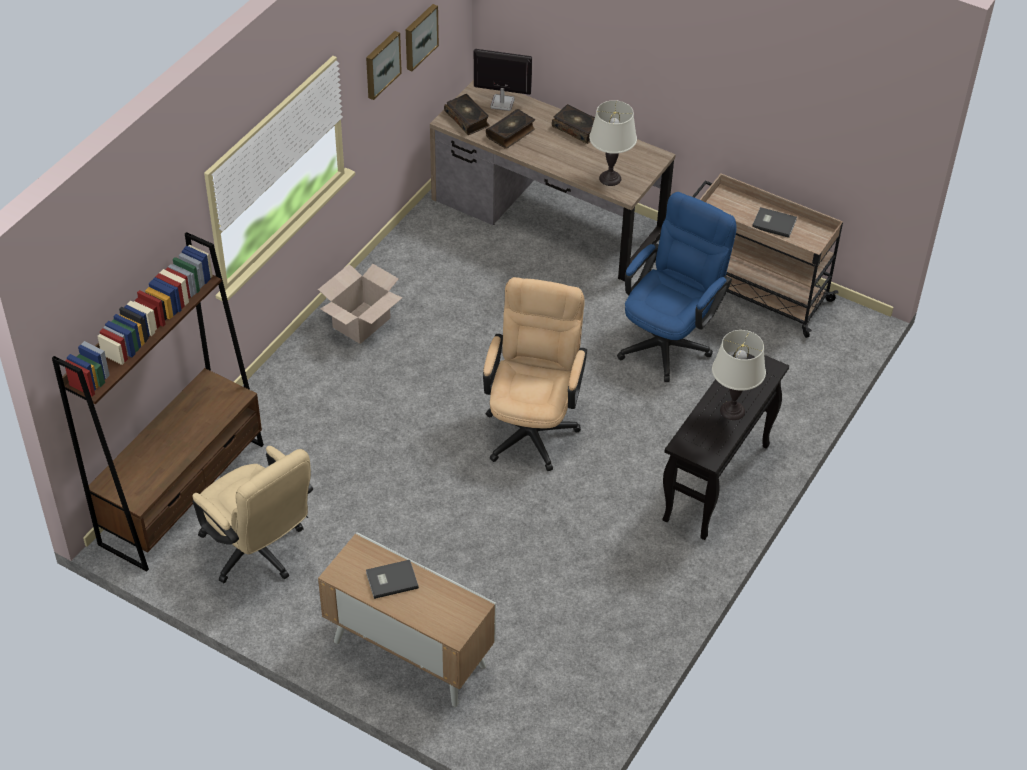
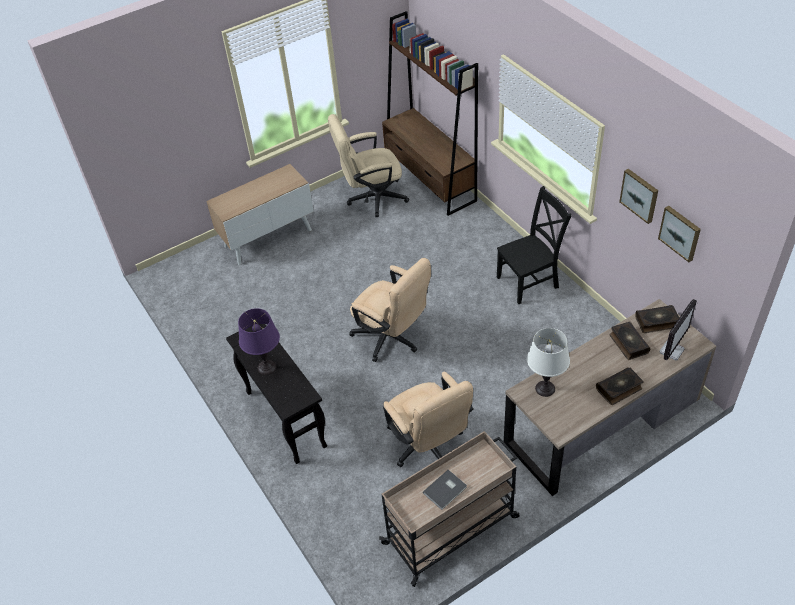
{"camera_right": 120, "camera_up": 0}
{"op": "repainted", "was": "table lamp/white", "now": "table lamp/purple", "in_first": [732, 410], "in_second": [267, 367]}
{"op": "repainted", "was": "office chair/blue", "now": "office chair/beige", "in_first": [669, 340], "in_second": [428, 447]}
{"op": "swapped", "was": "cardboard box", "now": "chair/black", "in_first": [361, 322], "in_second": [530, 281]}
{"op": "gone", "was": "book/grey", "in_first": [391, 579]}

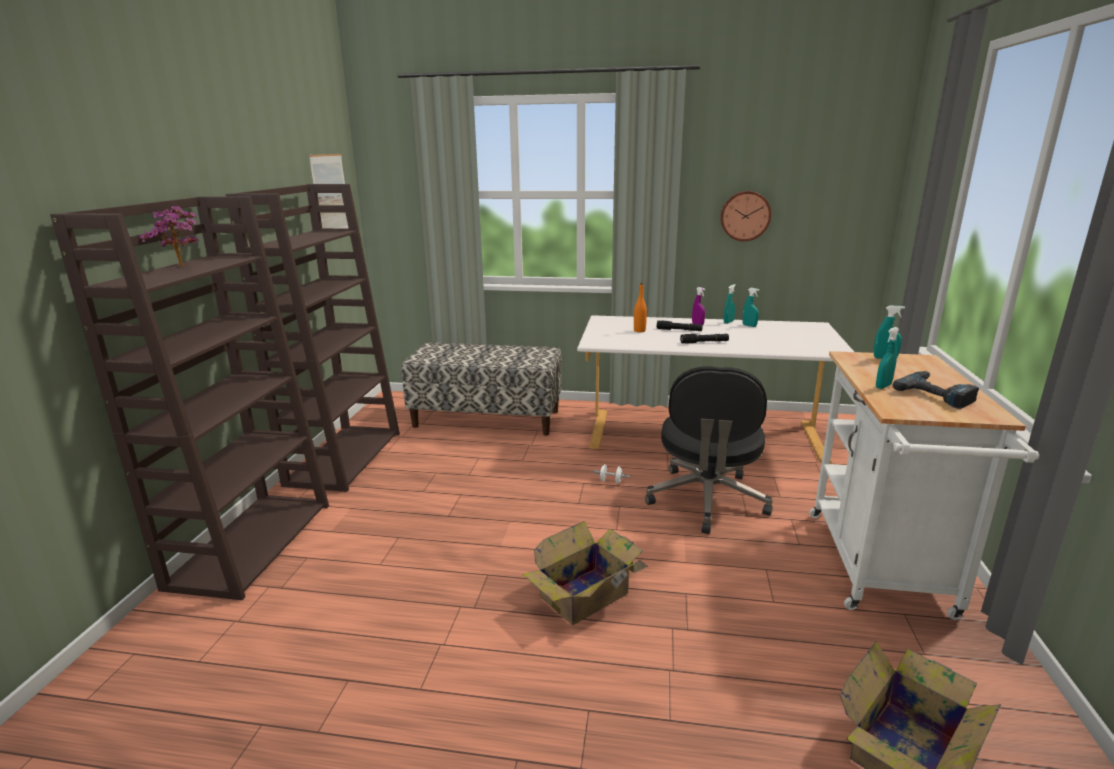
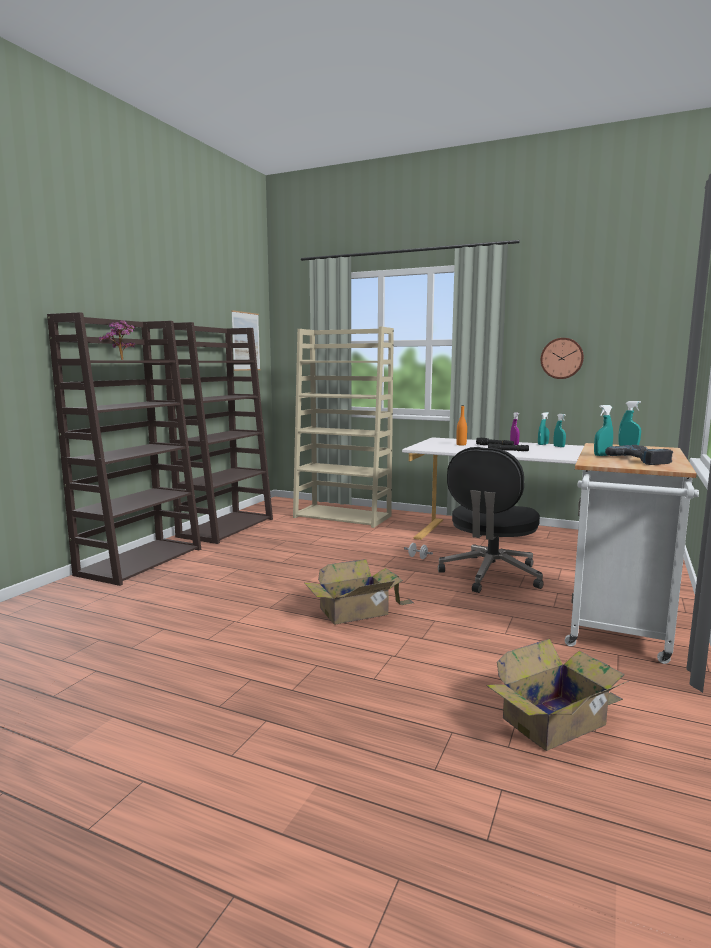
{"camera_right": 15, "camera_up": -10}
{"op": "swapped", "was": "bench", "now": "bookcase/beige", "in_first": [487, 418], "in_second": [343, 516]}

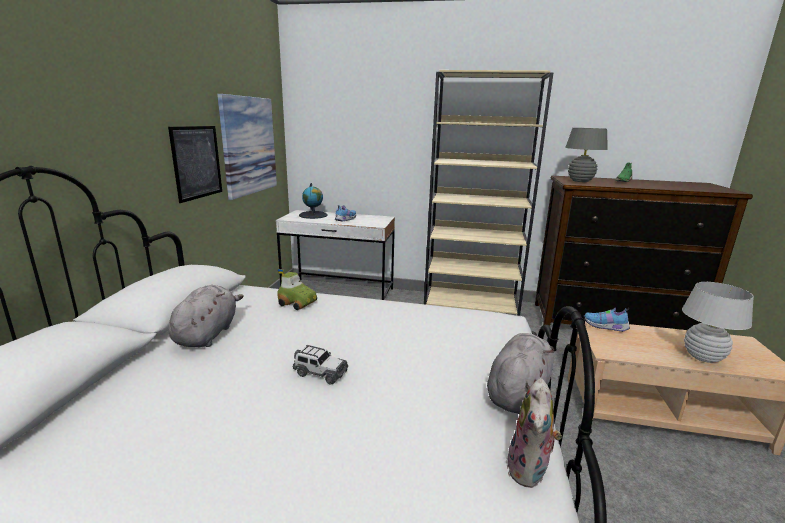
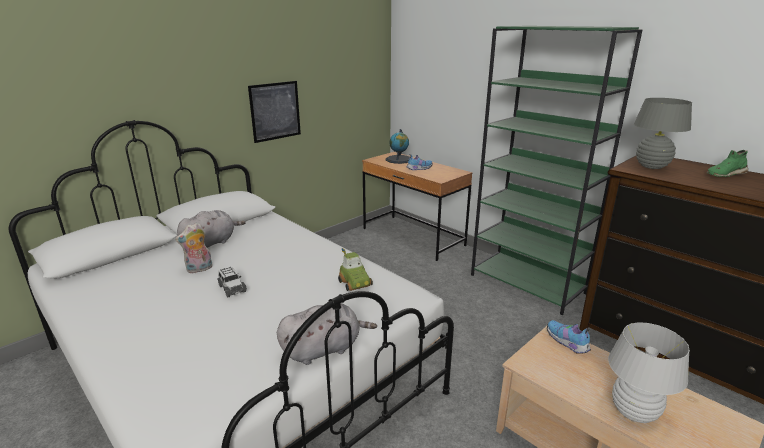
{"camera_right": 35, "camera_up": 5}
{"op": "shifted", "was": "plush toy", "in_first": [529, 471], "in_second": [199, 269]}
{"op": "shifted", "was": "toy car", "in_first": [298, 303], "in_second": [356, 283]}
{"op": "repainted", "was": "desk/white", "now": "desk/brown", "in_first": [338, 293], "in_second": [413, 237]}
{"op": "repainted", "was": "bookcase/beige", "now": "bookcase/green", "in_first": [471, 306], "in_second": [527, 284]}
{"op": "gone", "was": "picture", "in_first": [249, 145]}

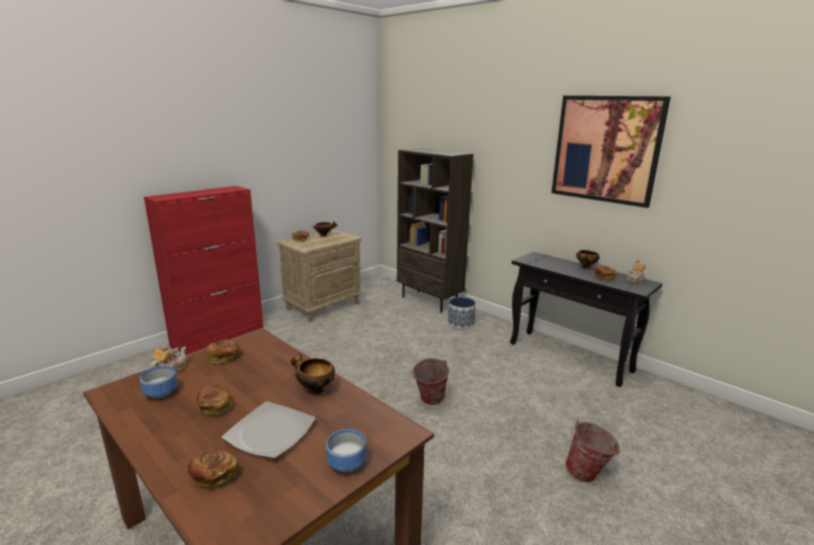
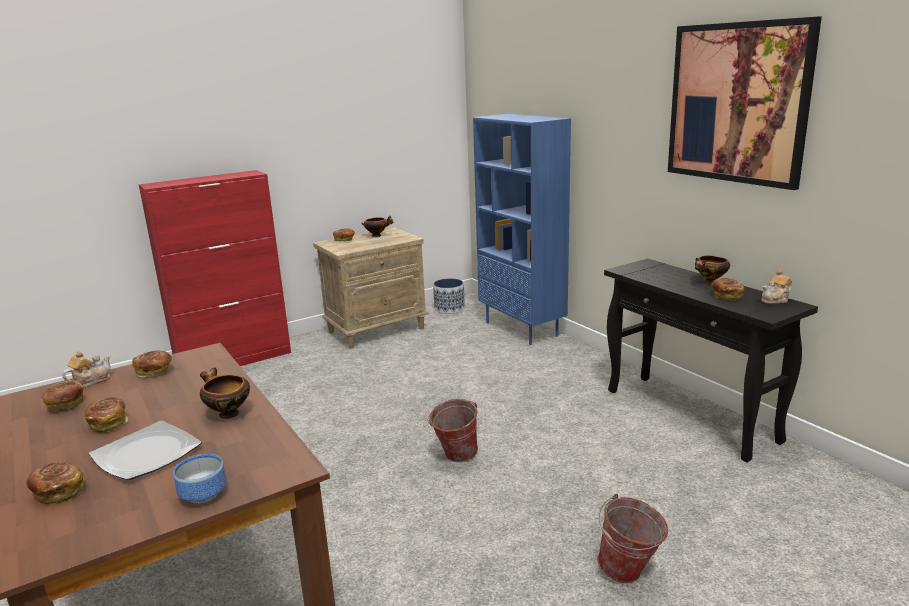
{"camera_right": 15, "camera_up": 0}
{"op": "swapped", "was": "bowl", "now": "bread", "in_first": [161, 393], "in_second": [65, 405]}
{"op": "shifted", "was": "planter", "in_first": [461, 323], "in_second": [449, 309]}
{"op": "repainted", "was": "bookcase/brown", "now": "bookcase/blue", "in_first": [430, 301], "in_second": [522, 329]}

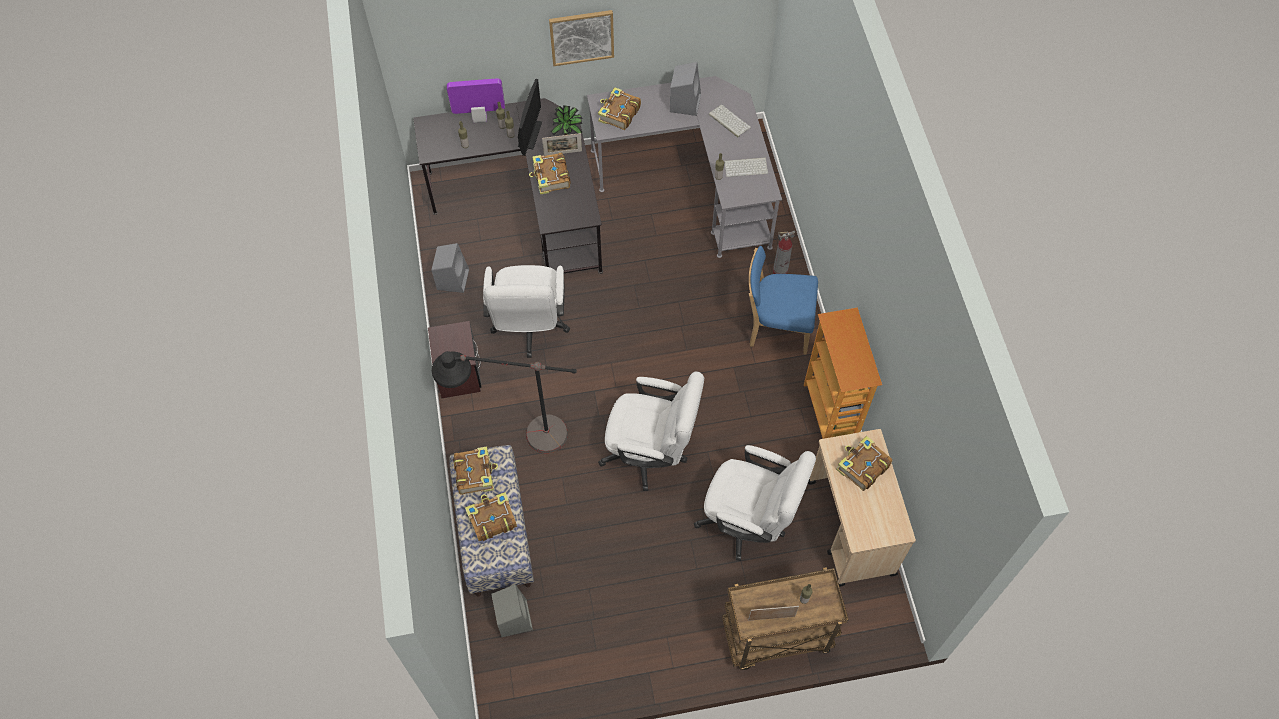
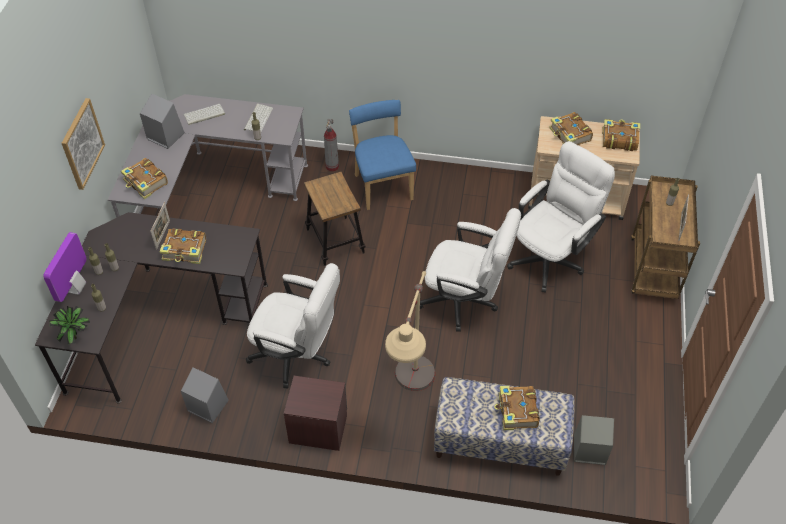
{"camera_right": -70, "camera_up": -10}
{"op": "shifted", "was": "potted plant", "in_first": [568, 134], "in_second": [75, 335]}
{"op": "new", "now": "stool", "in_second": [335, 241]}
{"op": "rotated", "was": "chair/blue", "in_first": [776, 327], "in_second": [382, 185], "clockwise": 135}
{"op": "repainted", "was": "floor lamp/black", "now": "floor lamp/beige", "in_first": [517, 439], "in_second": [410, 398]}
{"op": "rotated", "was": "office chair/white", "in_first": [651, 453], "in_second": [465, 302], "clockwise": 75}
{"op": "shifted", "was": "book", "in_first": [475, 473], "in_second": [619, 139]}
{"op": "gone", "was": "monitor", "in_first": [530, 134]}
{"op": "gone", "was": "bookcase", "in_first": [830, 413]}

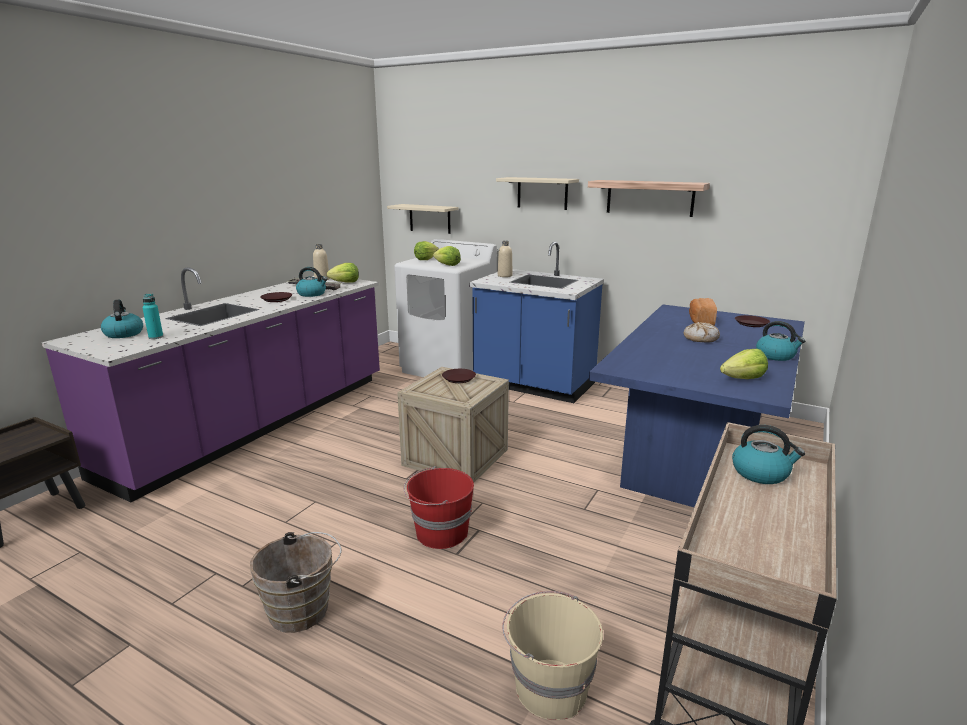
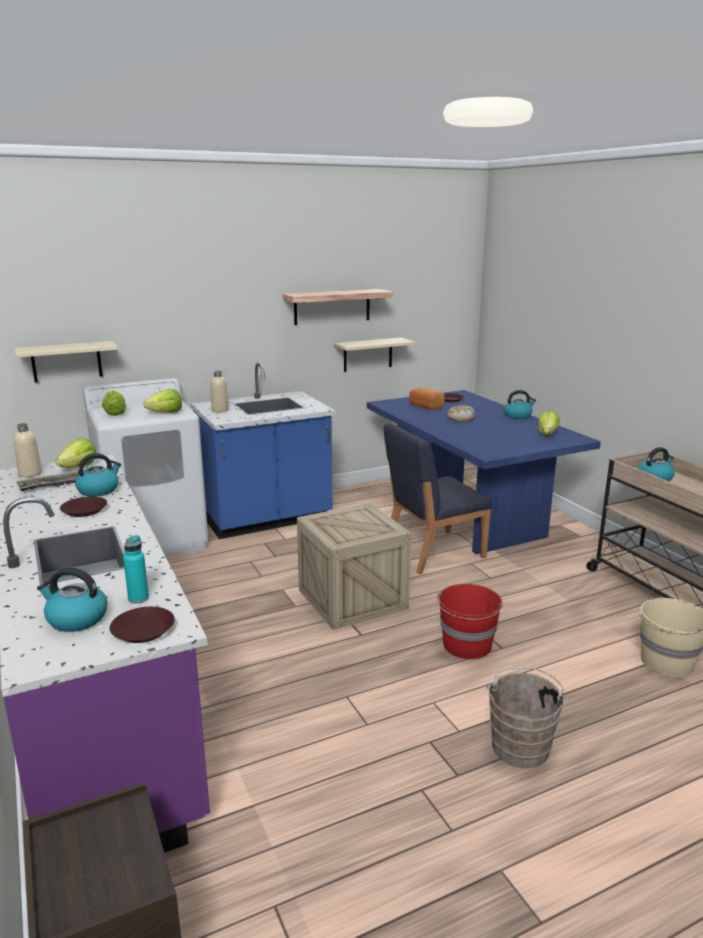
{"camera_right": -55, "camera_up": 0}
{"op": "shifted", "was": "plate/brown", "in_first": [459, 379], "in_second": [144, 630]}
{"op": "shifted", "was": "shelf/beige", "in_first": [542, 193], "in_second": [368, 354]}
{"op": "new", "now": "chair/blue", "in_second": [432, 551]}

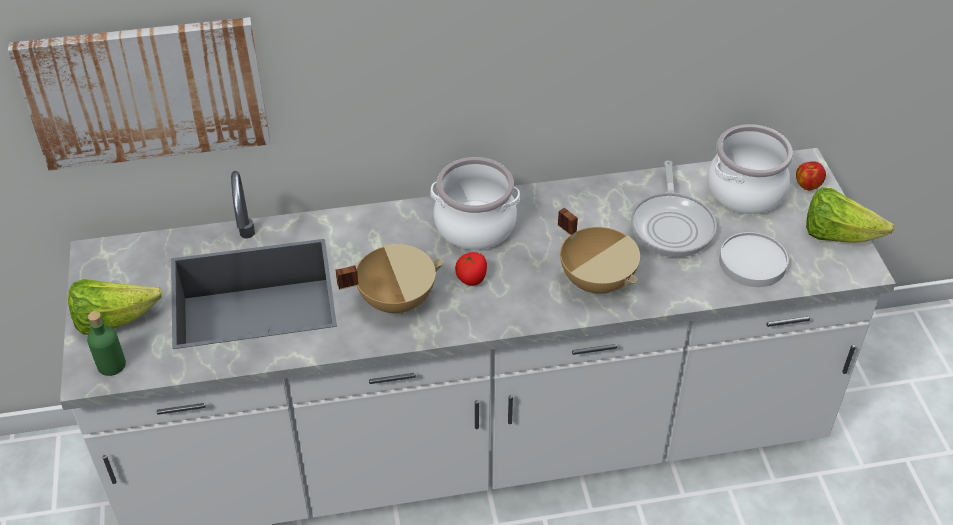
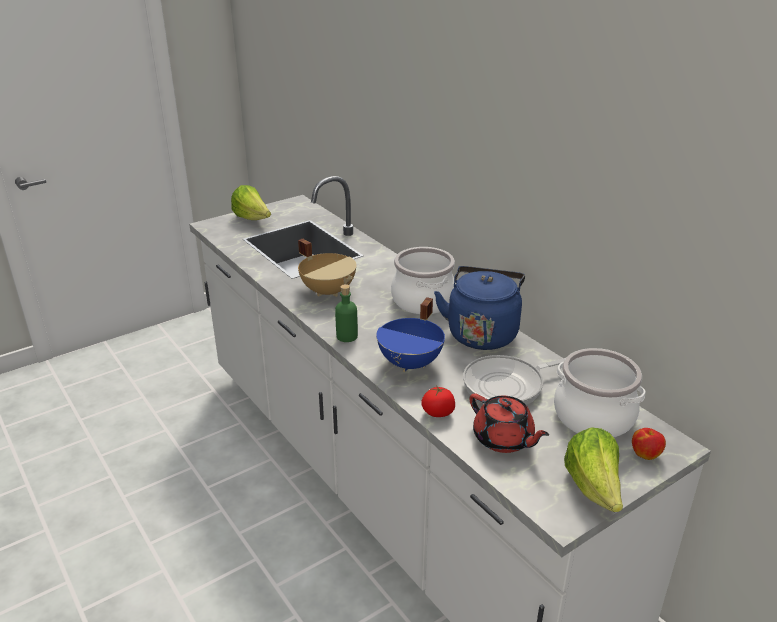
{"camera_right": 65, "camera_up": -15}
{"op": "shifted", "was": "bottle/green", "in_first": [111, 365], "in_second": [347, 336]}
{"op": "repainted", "was": "cooking pot/beige", "now": "cooking pot/blue", "in_first": [597, 280], "in_second": [411, 363]}
{"op": "shifted", "was": "tomato", "in_first": [471, 278], "in_second": [438, 412]}
{"op": "new", "now": "kettle/blue", "in_second": [482, 333]}
{"op": "swapped", "was": "plate/white", "now": "teapot/red", "in_first": [752, 262], "in_second": [504, 439]}
{"op": "gone", "was": "picture", "in_first": [146, 92]}

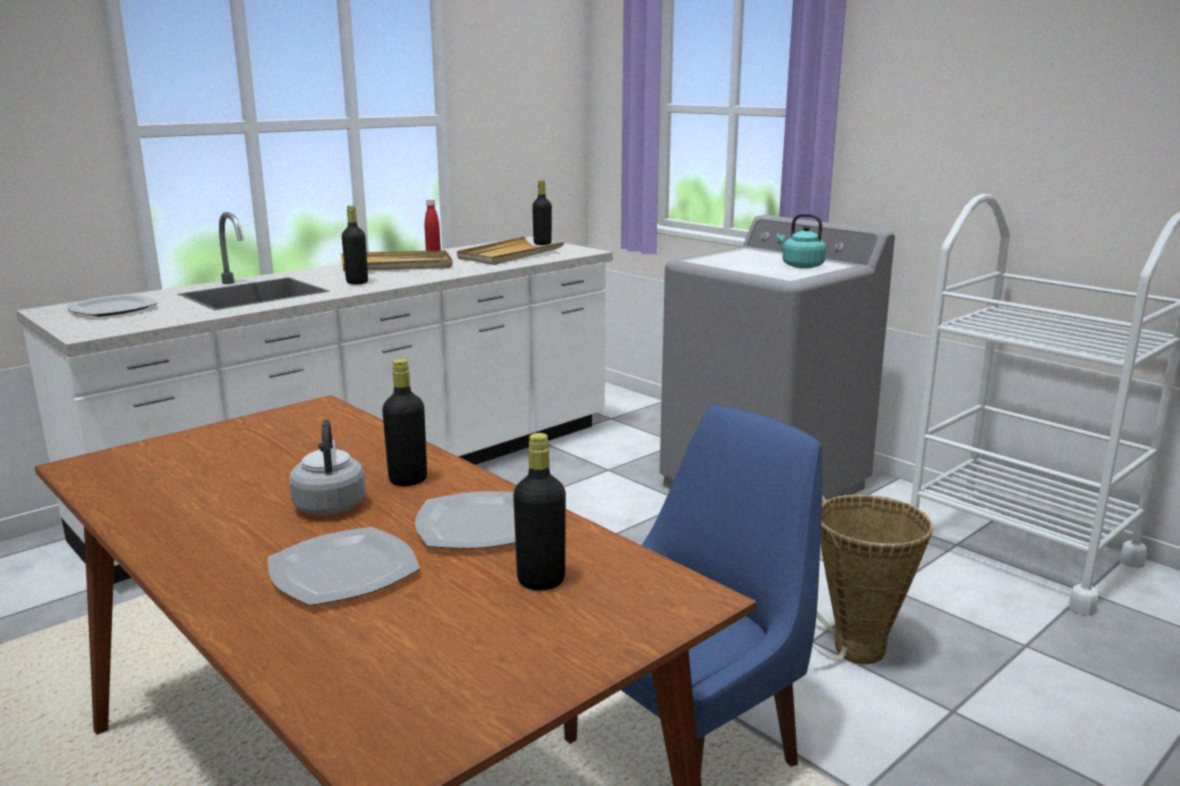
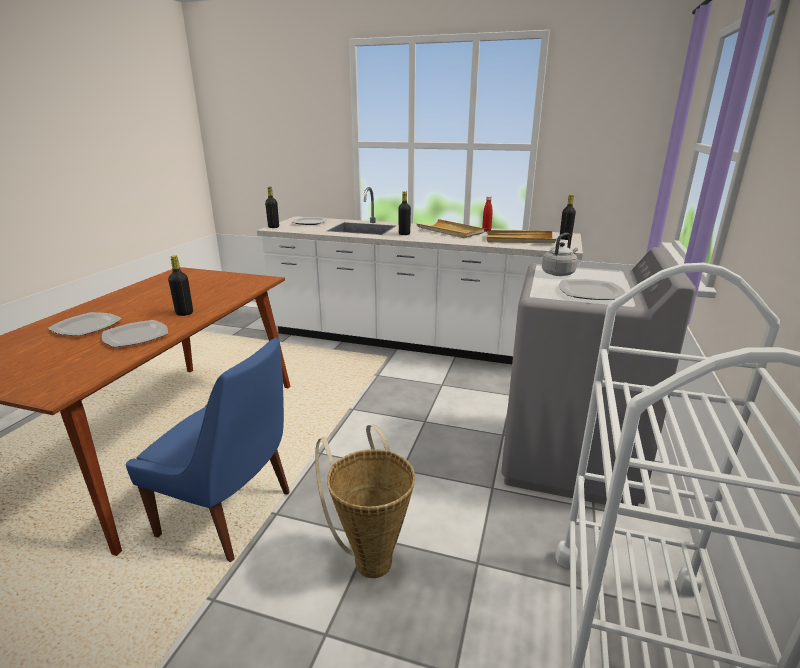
{"camera_right": 60, "camera_up": 5}
{"op": "shifted", "was": "bottle/black", "in_first": [541, 581], "in_second": [273, 227]}
{"op": "shifted", "was": "kettle/grey", "in_first": [330, 504], "in_second": [559, 273]}
{"op": "swapped", "was": "kettle/turquoise", "now": "plate", "in_first": [800, 266], "in_second": [589, 292]}

